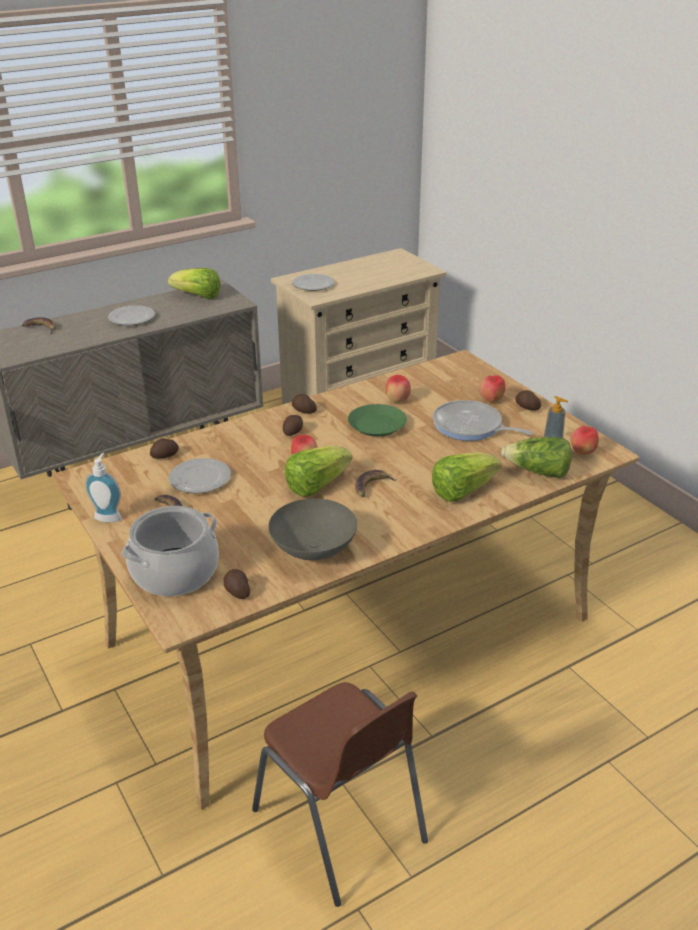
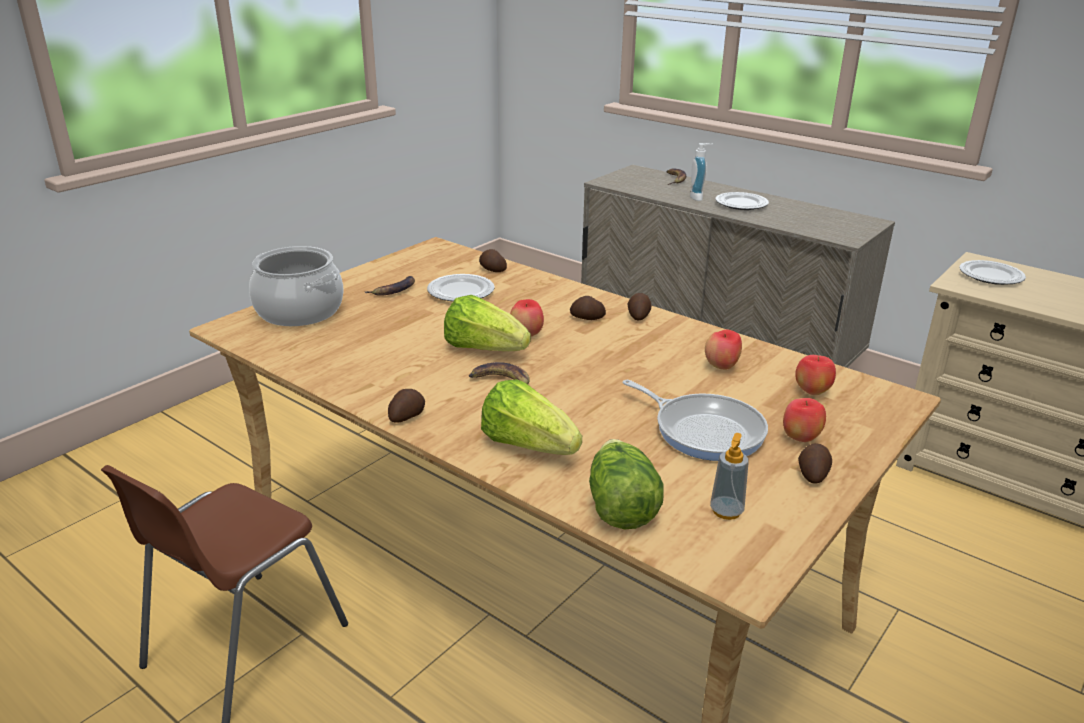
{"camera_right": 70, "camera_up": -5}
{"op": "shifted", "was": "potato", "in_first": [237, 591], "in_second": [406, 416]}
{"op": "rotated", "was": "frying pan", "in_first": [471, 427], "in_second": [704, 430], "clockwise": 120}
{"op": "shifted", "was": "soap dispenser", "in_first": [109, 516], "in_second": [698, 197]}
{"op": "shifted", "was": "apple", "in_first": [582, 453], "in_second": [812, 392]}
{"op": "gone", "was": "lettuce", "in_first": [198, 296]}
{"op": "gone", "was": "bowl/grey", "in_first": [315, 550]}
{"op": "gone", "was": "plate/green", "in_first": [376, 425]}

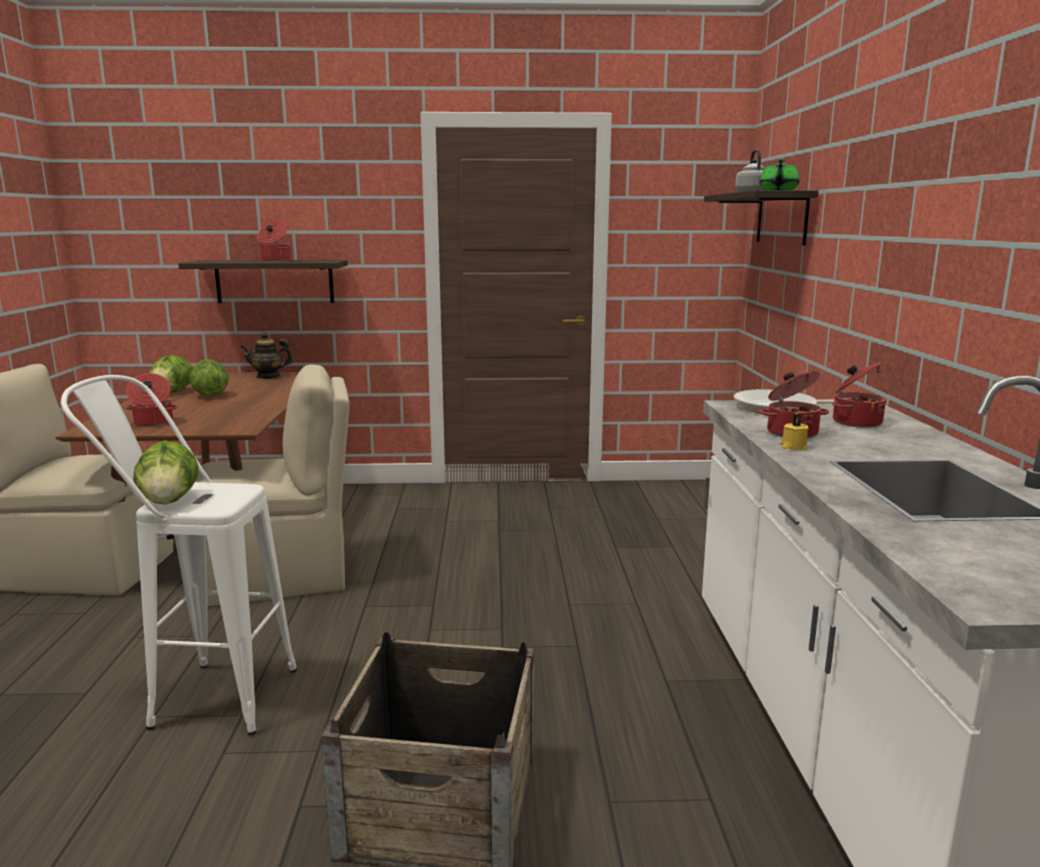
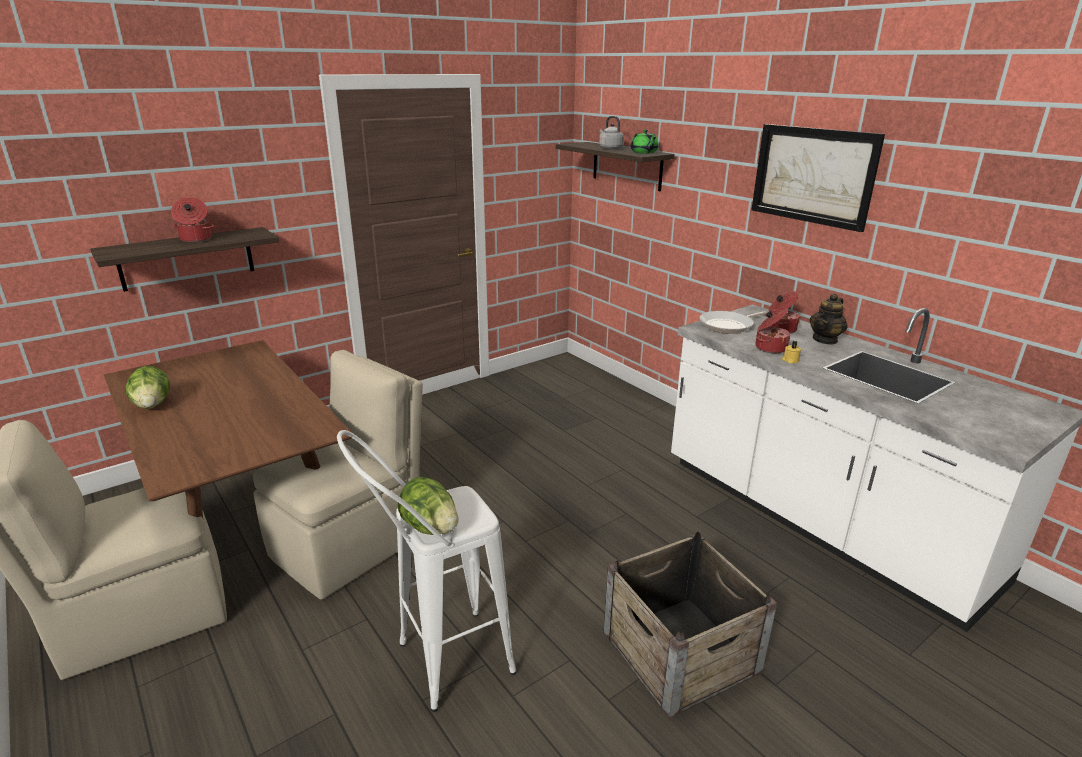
{"camera_right": -35, "camera_up": 10}
{"op": "new", "now": "picture", "in_second": [813, 175]}
{"op": "shifted", "was": "teapot", "in_first": [268, 376], "in_second": [825, 340]}
{"op": "gone", "was": "cooking pot", "in_first": [153, 423]}
{"op": "gone", "was": "lettuce", "in_first": [210, 395]}

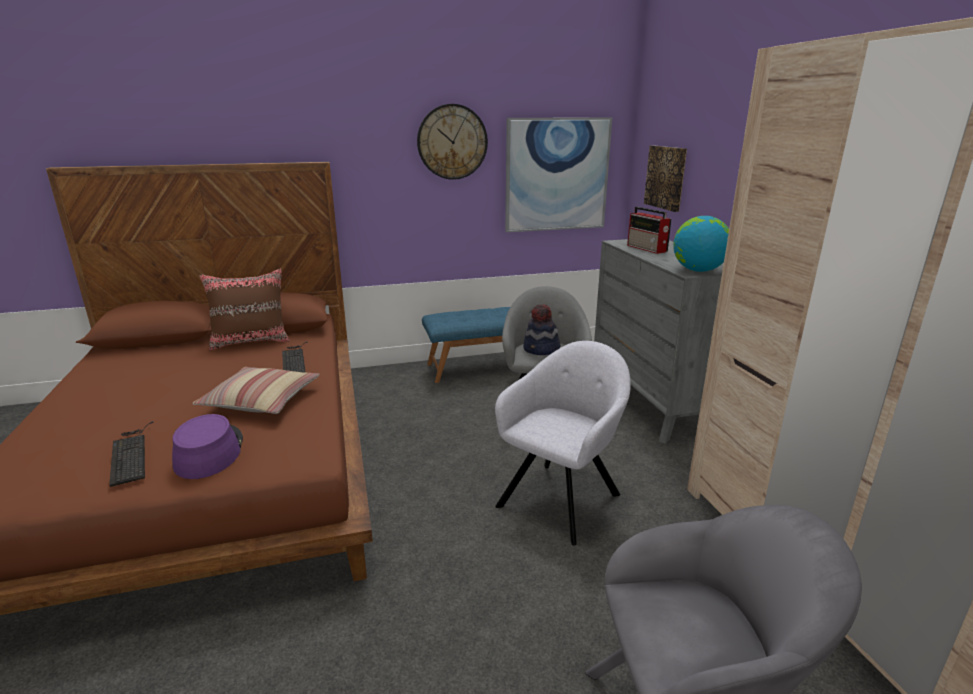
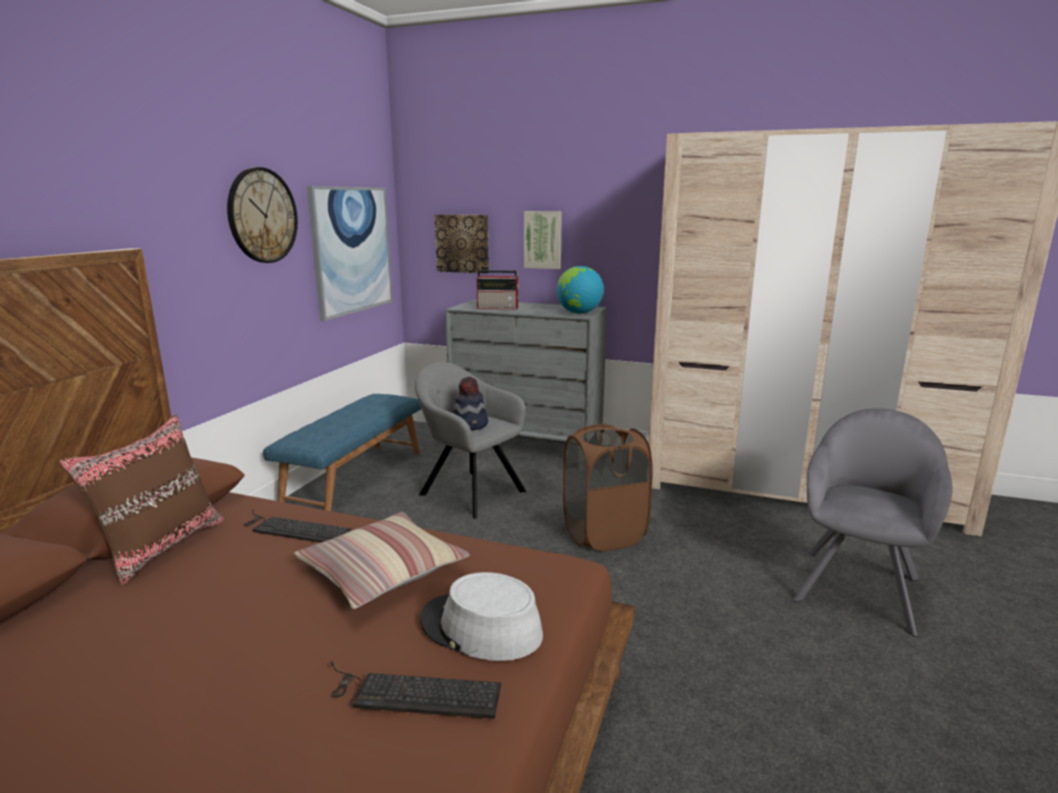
{"camera_right": -55, "camera_up": -5}
{"op": "repainted", "was": "hat/purple", "now": "hat/grey", "in_first": [209, 452], "in_second": [480, 628]}
{"op": "new", "now": "picture", "in_second": [543, 240]}
{"op": "swapped", "was": "armchair/grey", "now": "laundry basket/brown", "in_first": [561, 497], "in_second": [604, 534]}

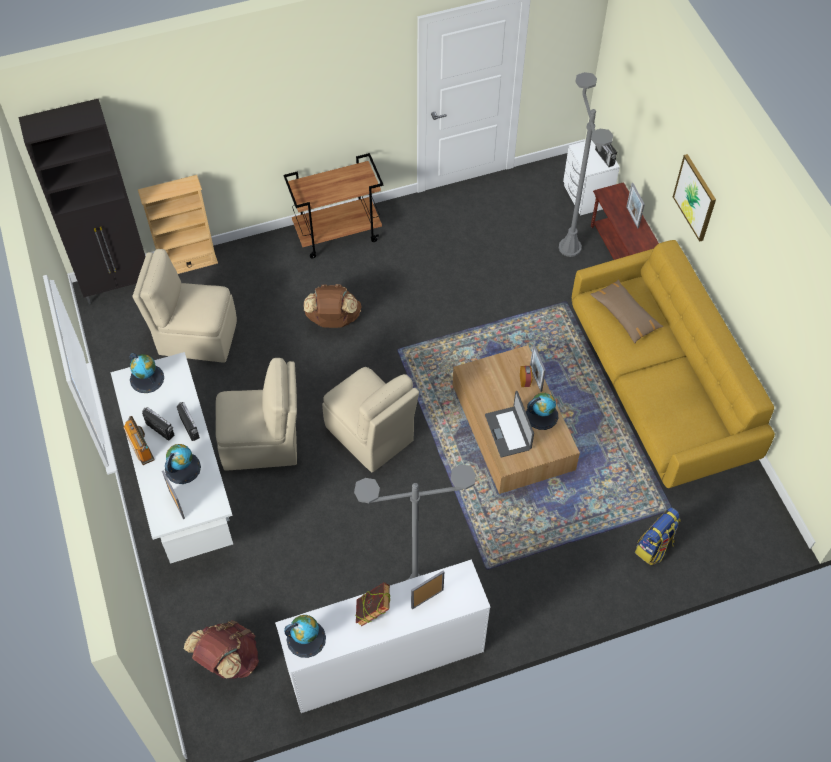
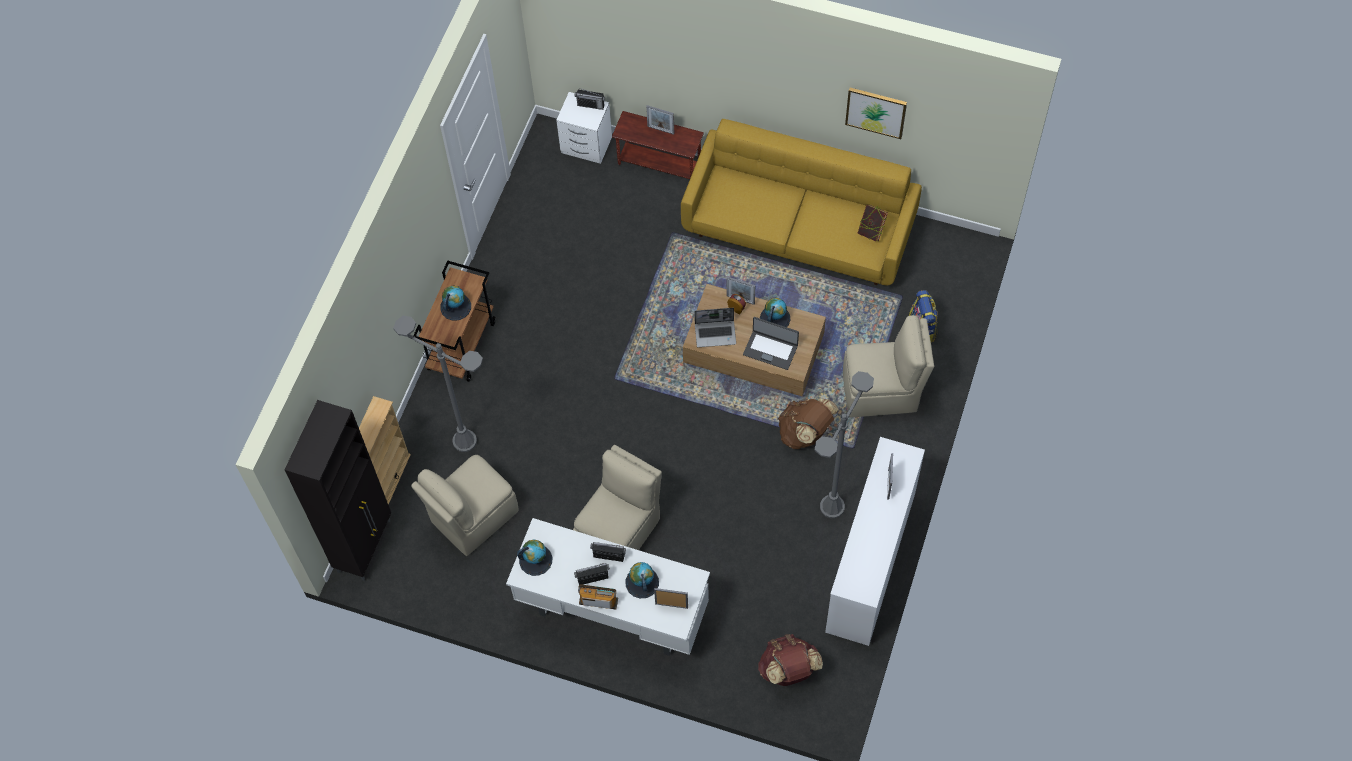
{"camera_right": -50, "camera_up": 5}
{"op": "shifted", "was": "floor lamp/grey", "in_first": [570, 247], "in_second": [464, 441]}
{"op": "shifted", "was": "globe", "in_first": [306, 638], "in_second": [455, 307]}
{"op": "new", "now": "laptop", "in_second": [716, 333]}
{"op": "shifted", "was": "backpack/brown", "in_first": [333, 320], "in_second": [805, 433]}
{"op": "shifted", "was": "chair/beige", "in_first": [370, 435], "in_second": [882, 391]}
{"op": "shifted", "was": "picture", "in_first": [695, 197], "in_second": [876, 112]}
{"op": "shifted", "was": "book", "in_first": [373, 611], "in_second": [871, 231]}
{"op": "gone", "was": "pillow/brown", "in_first": [625, 315]}

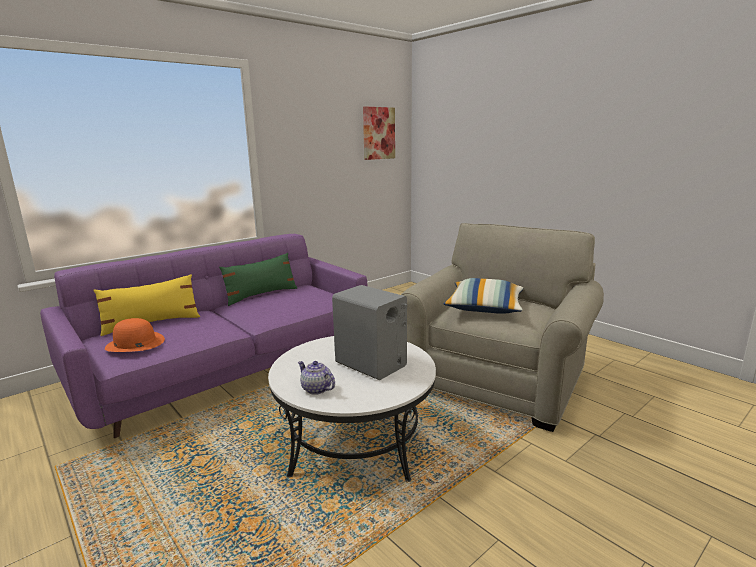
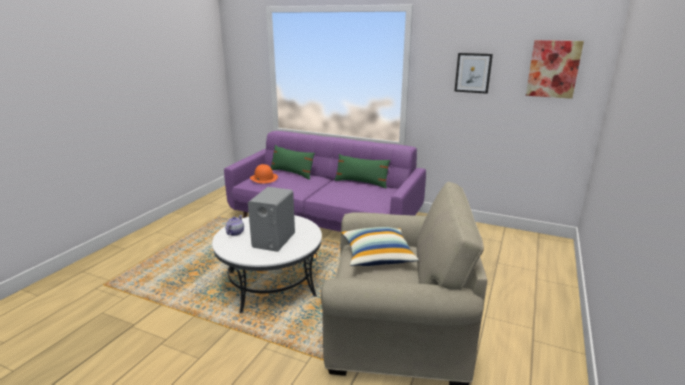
{"camera_right": 65, "camera_up": 5}
{"op": "repainted", "was": "pillow/yellow", "now": "pillow/green", "in_first": [152, 323], "in_second": [292, 173]}
{"op": "new", "now": "picture", "in_second": [473, 73]}

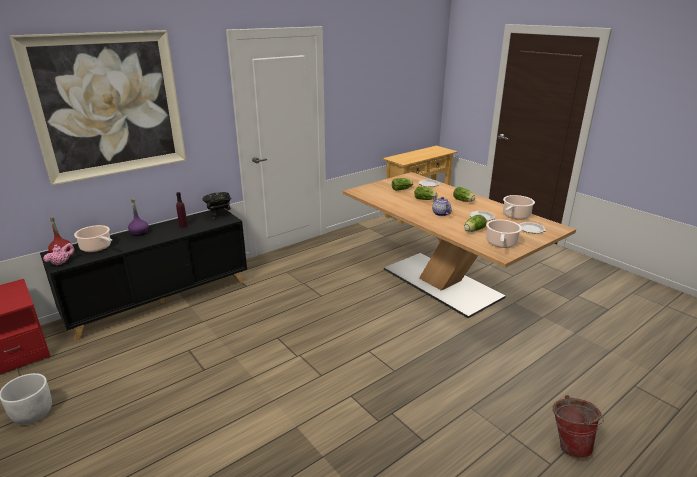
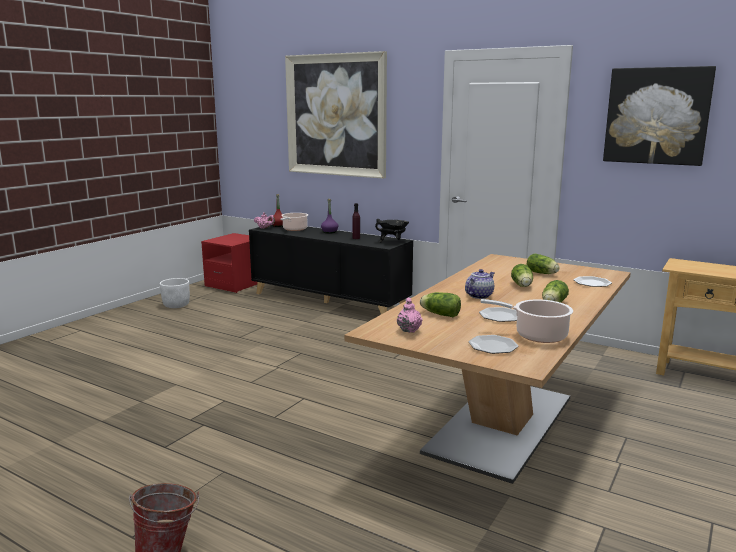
{"camera_right": 70, "camera_up": -10}
{"op": "swapped", "was": "cooking pot", "now": "teapot/pink", "in_first": [501, 244], "in_second": [409, 330]}
{"op": "new", "now": "picture", "in_second": [657, 116]}

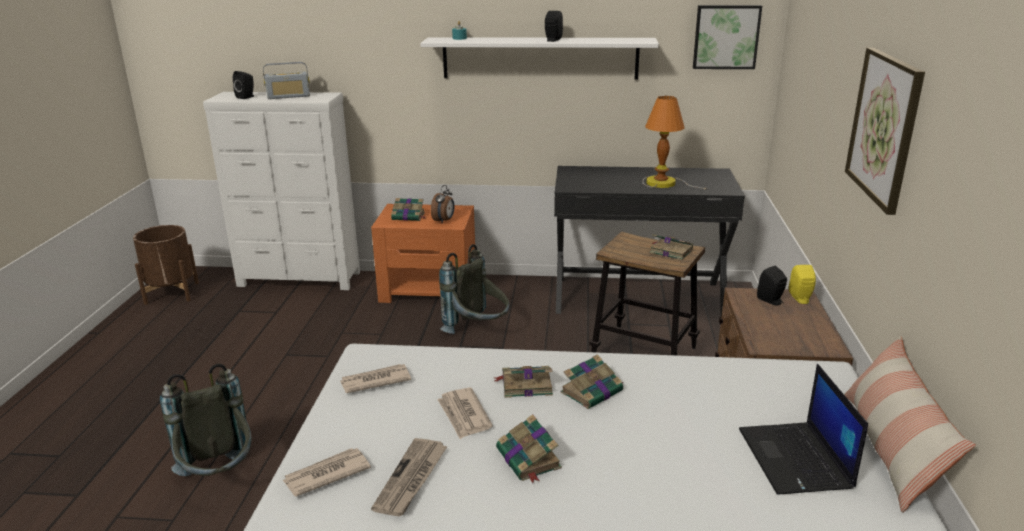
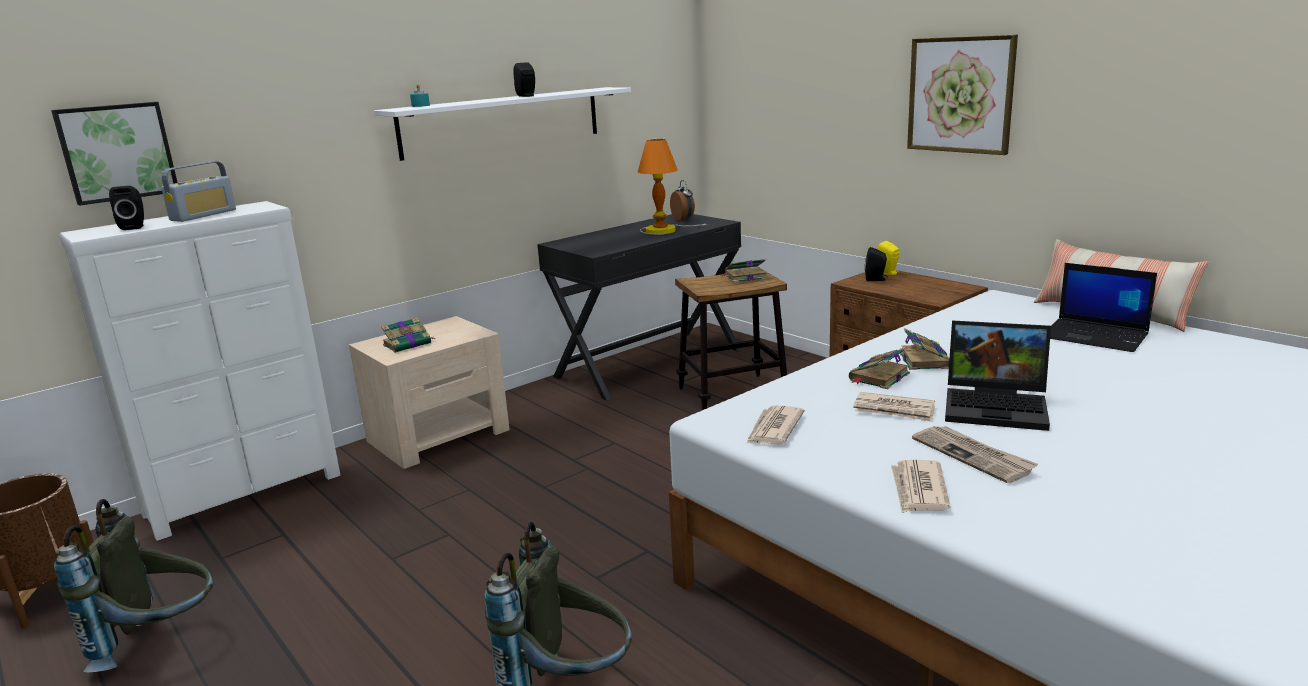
{"camera_right": -45, "camera_up": -5}
{"op": "shifted", "was": "picture", "in_first": [726, 37], "in_second": [117, 152]}
{"op": "shifted", "was": "backpack/grey", "in_first": [478, 332], "in_second": [161, 642]}
{"op": "repainted", "was": "nightstand/orange", "now": "nightstand/beige", "in_first": [429, 289], "in_second": [439, 435]}
{"op": "shifted", "was": "alarm clock", "in_first": [444, 221], "in_second": [683, 219]}
{"op": "swapped", "was": "book", "now": "laptop", "in_first": [529, 459], "in_second": [998, 407]}

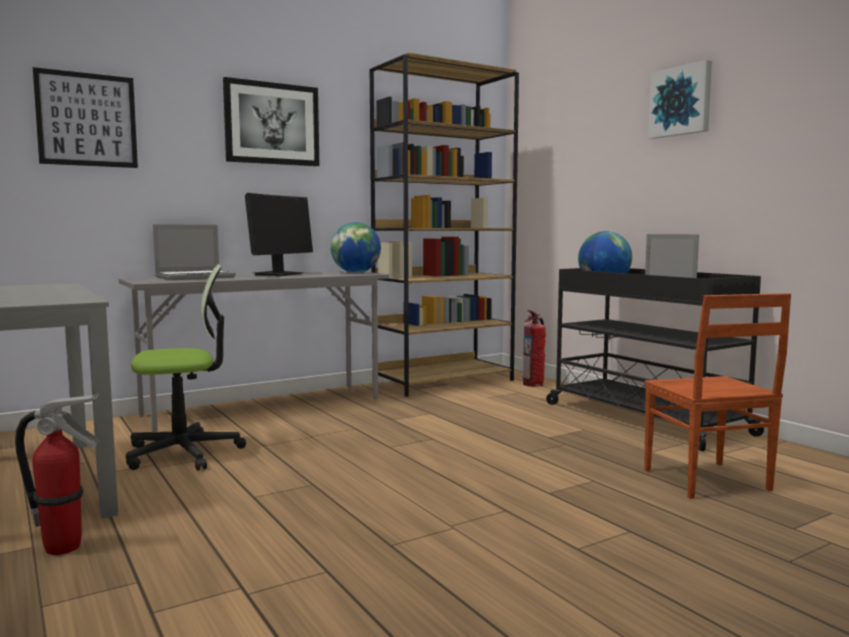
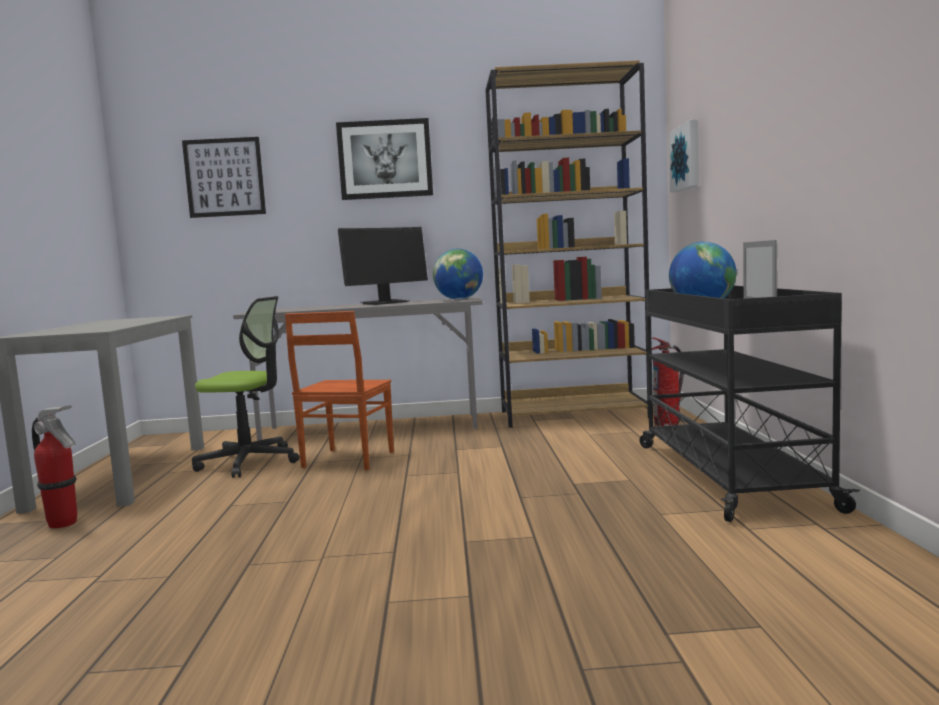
{"camera_right": 30, "camera_up": 0}
{"op": "shifted", "was": "chair/brown", "in_first": [705, 481], "in_second": [346, 460]}
{"op": "shifted", "was": "picture", "in_first": [681, 101], "in_second": [687, 157]}
{"op": "gone", "was": "laptop", "in_first": [196, 277]}

